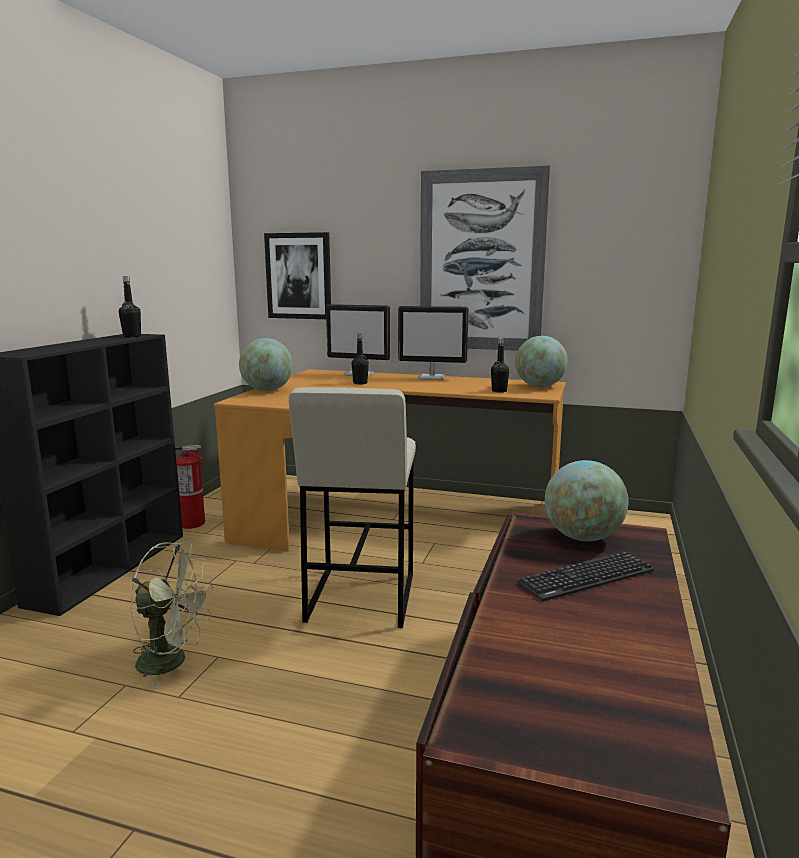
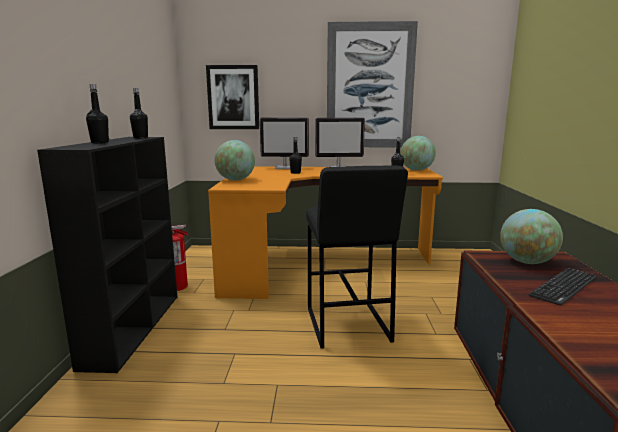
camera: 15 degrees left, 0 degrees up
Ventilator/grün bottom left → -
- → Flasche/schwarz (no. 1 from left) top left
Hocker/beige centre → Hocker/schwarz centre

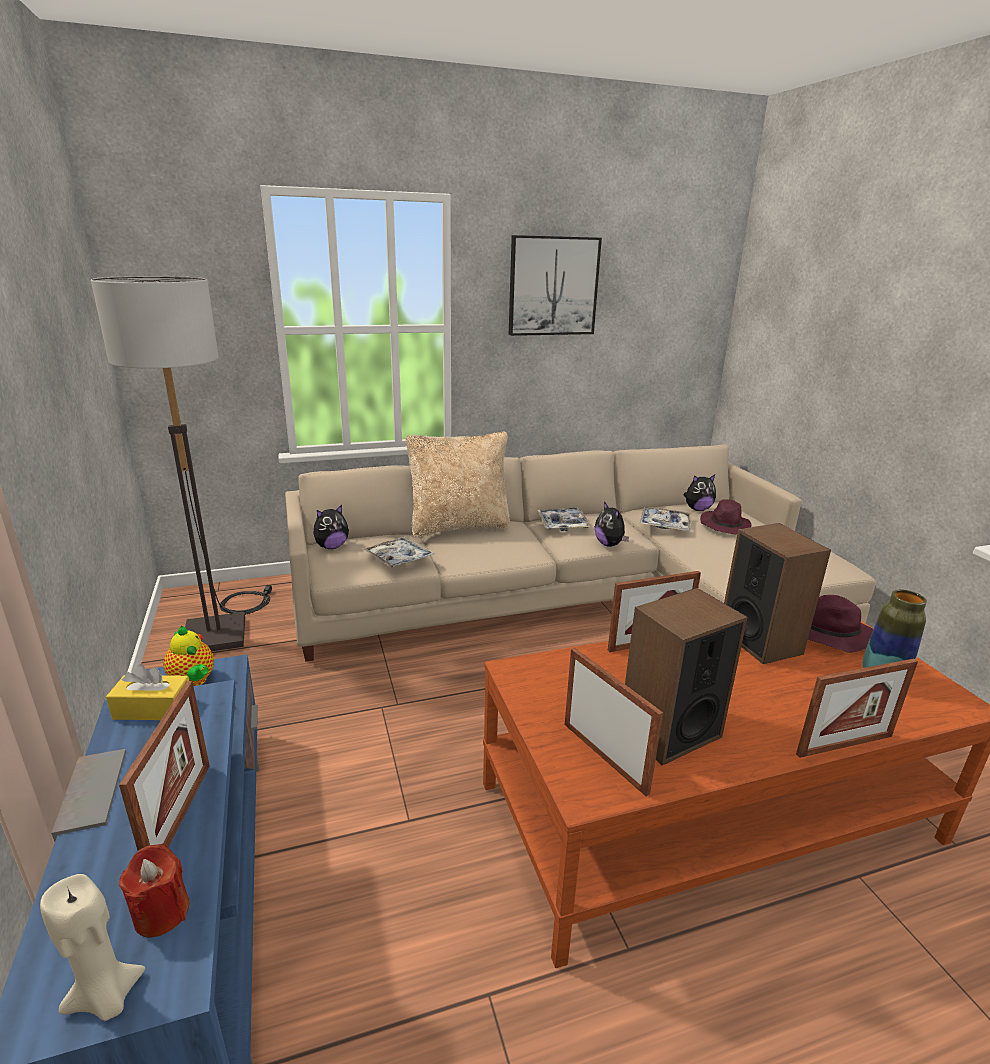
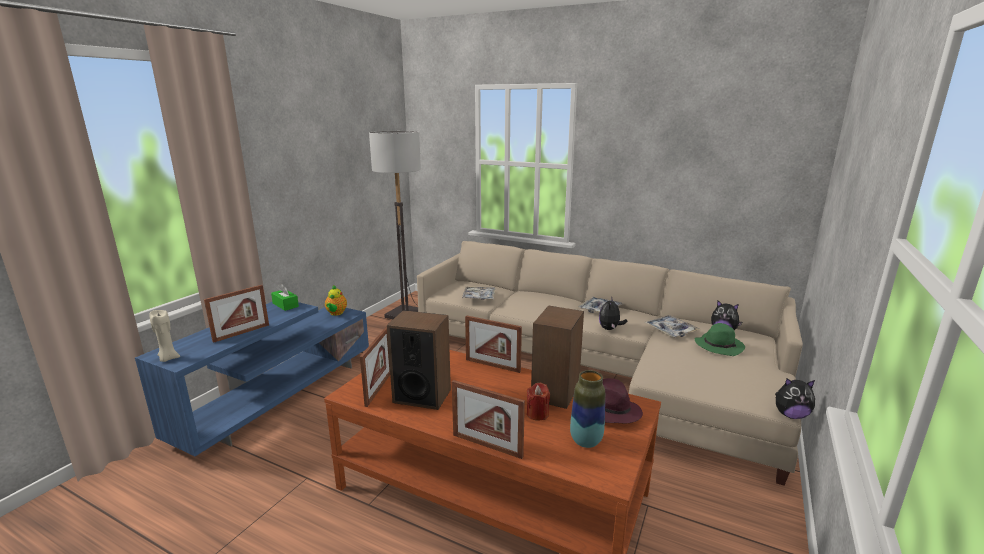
camera: 45 degrees right, 5 degrees down
Kissen/beige centre → -
Bild top centre → -
Kerze/rot bottom left → Kerze/rot bottom centre, shifted
Plüschtier (no. 1 from left in the first image) centre → Plüschtier (no. 3 from left) bottom right, shifted
Taschentuchbox/gelb middle left → Taschentuchbox/grün middle left
Hut/lila (no. 1 from left) middle right → Hut/grün middle right

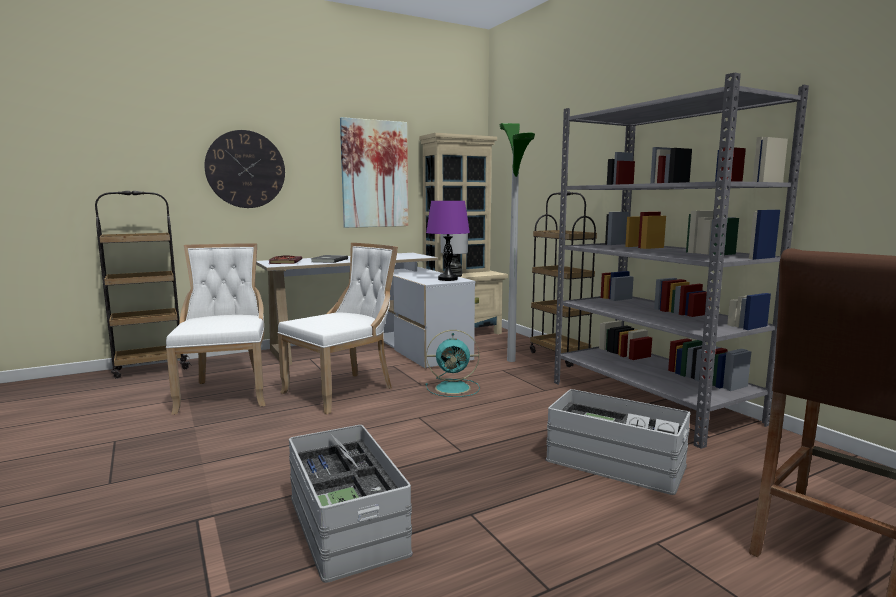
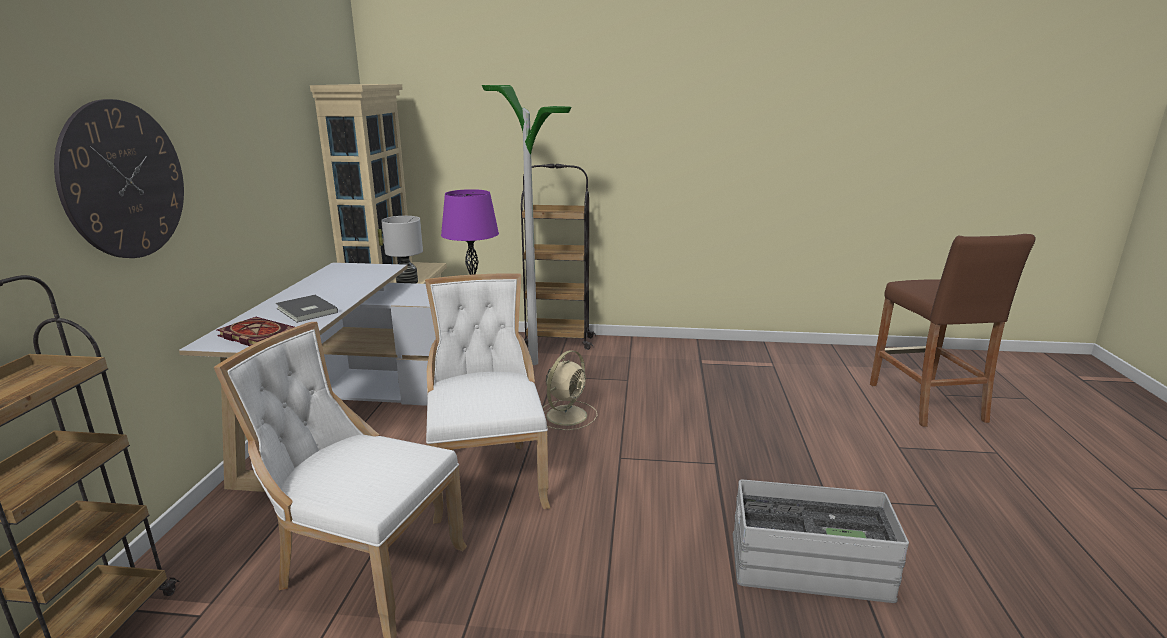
camera: 55 degrees left, 10 degrees up
Bild top centre → -
Aufbewahrungsbox/grau (no. 2 from left) bottom right → -
Bücherregal/grau middle right → -
Ventilator/türkis centre → Ventilator/beige centre

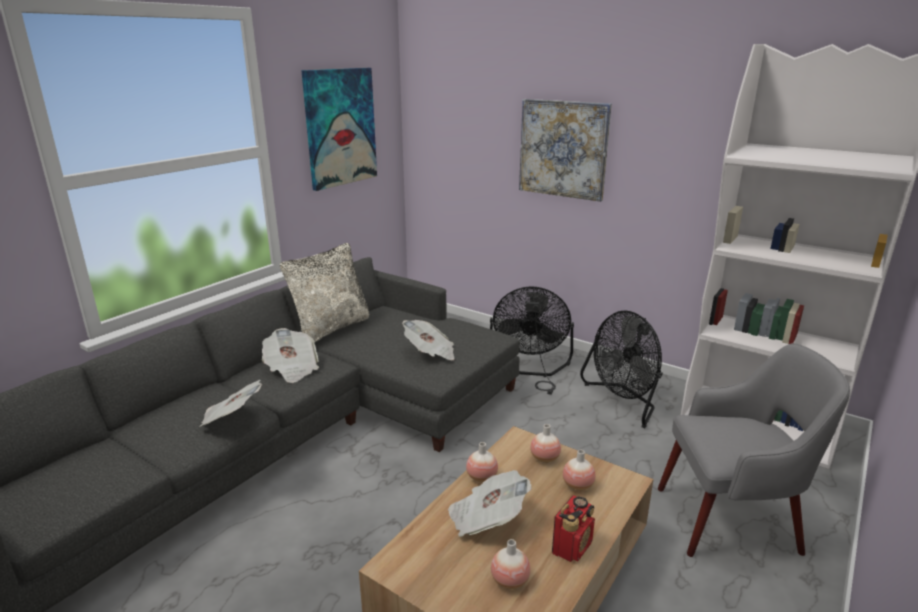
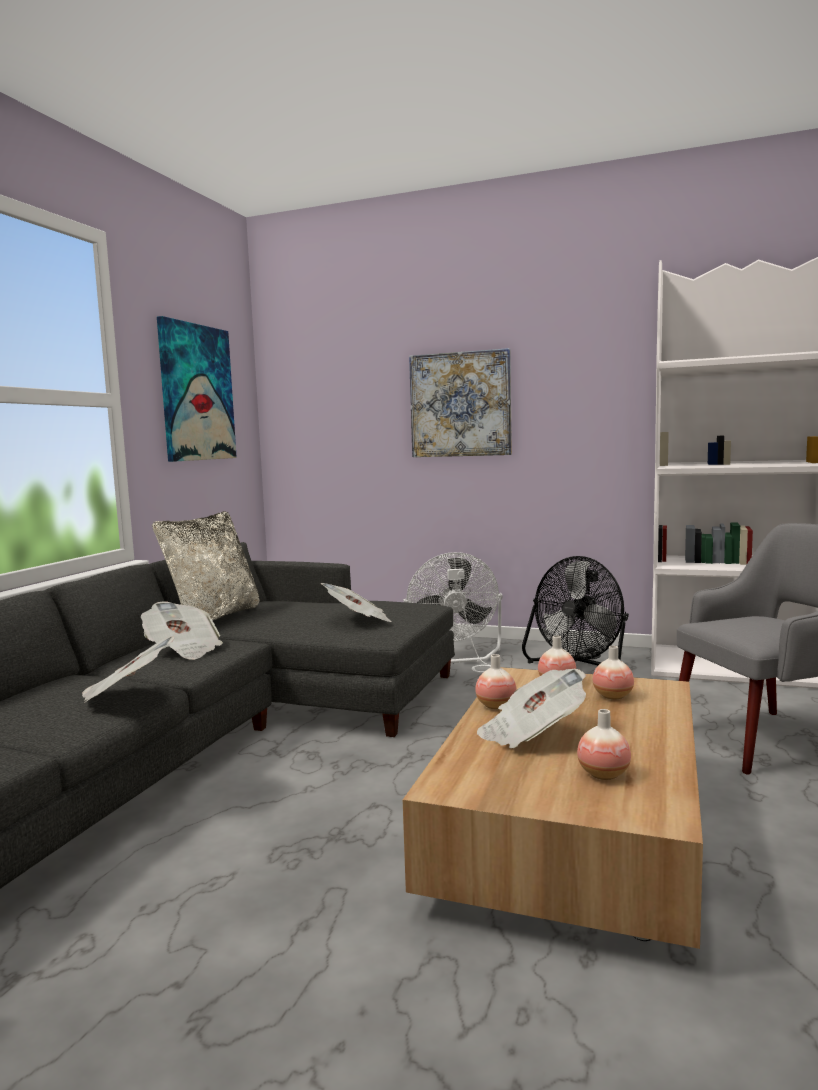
camera: 15 degrees left, 15 degrees down
Radio bottom centre → -
Ventilator/schwarz (no. 1 from left) centre → Ventilator/weiß centre

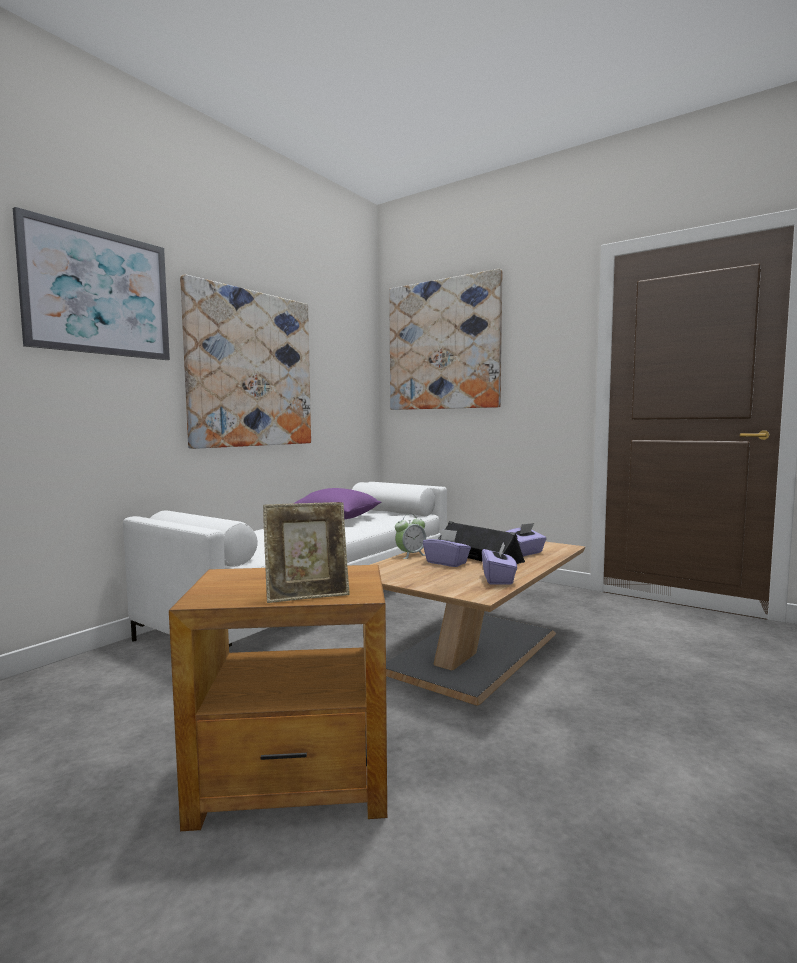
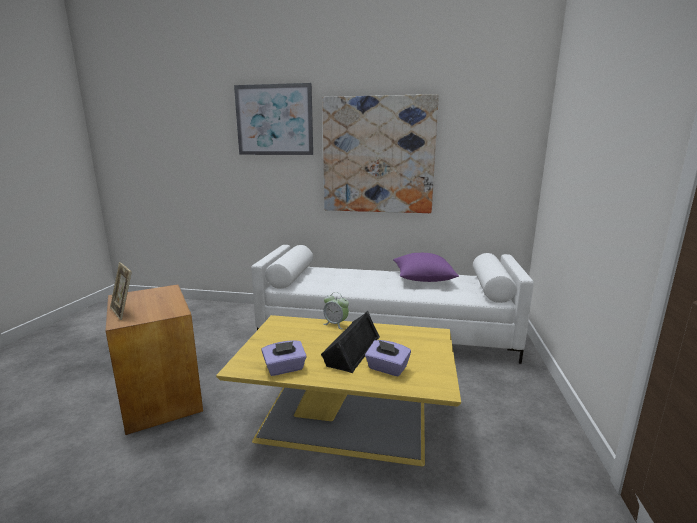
camera: 65 degrees right, 10 degrees up
Bild (no. 3 from left) centre → -
Taschentuchbox/lila (no. 1 from left) centre → -
Couchtisch/braun centre → Couchtisch/gelb bottom centre

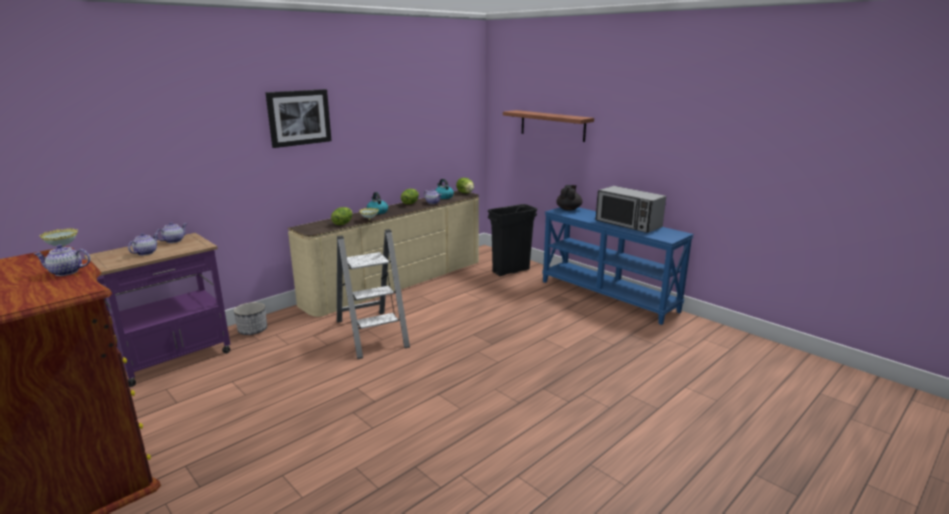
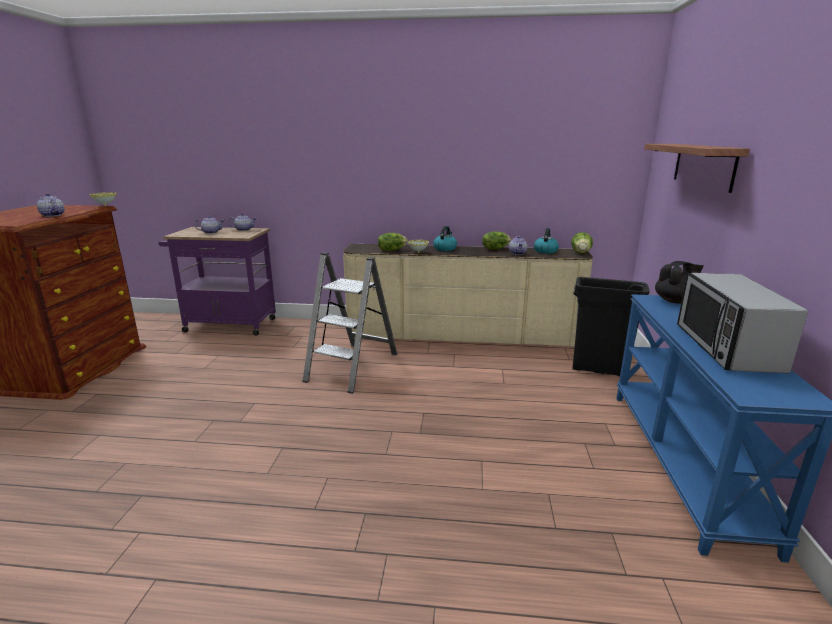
camera: 50 degrees right, 0 degrees up
Pflanzkübel middle left → -
Bild top left → -

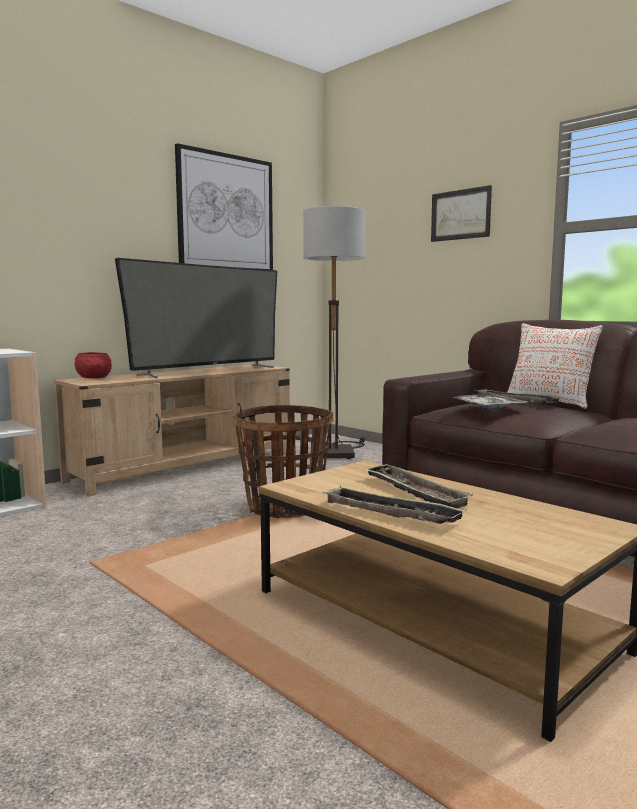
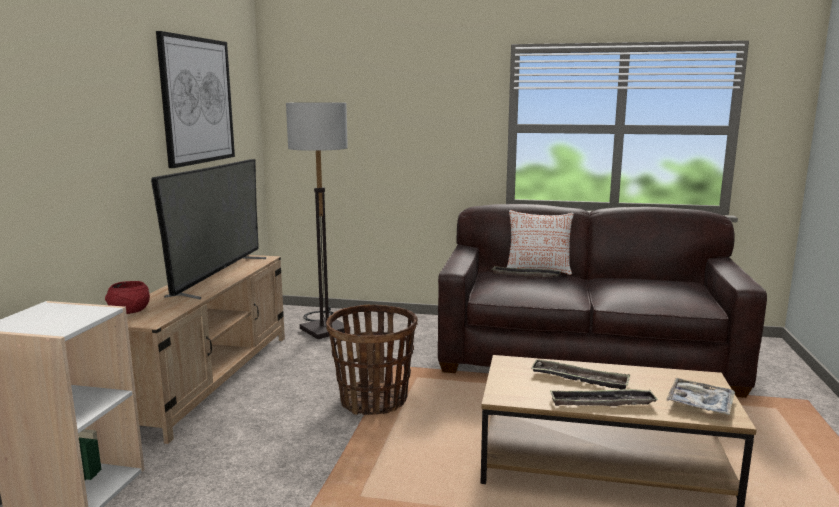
camera: 35 degrees left, 5 degrees up
Bild (no. 2 from left) top right → -
Tablett (no. 3 from left in the first image) middle right → Tablett (no. 4 from left) bottom right, shifted

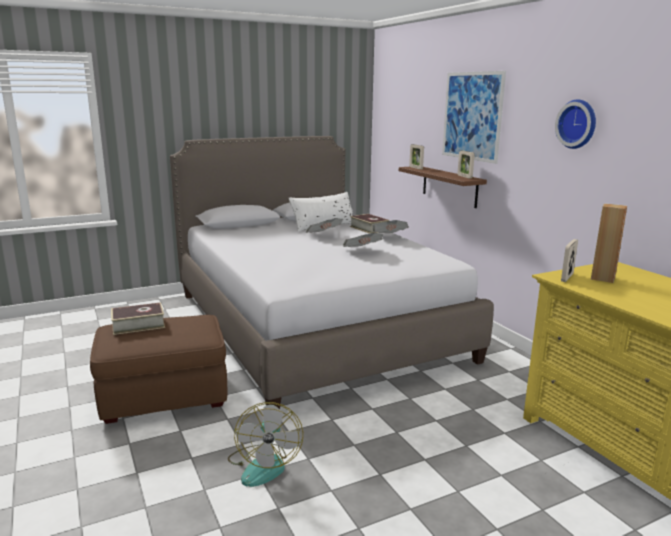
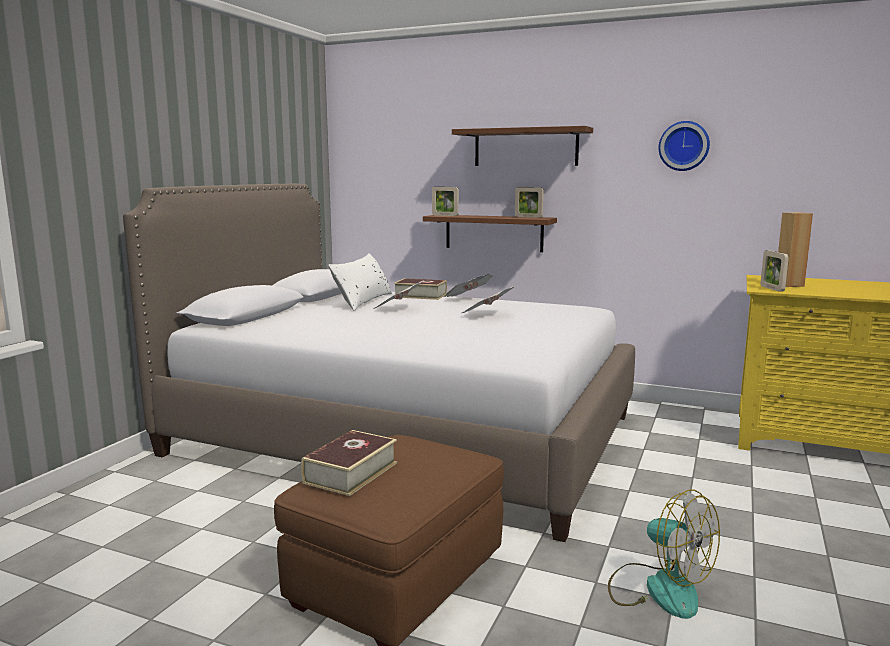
camera: 40 degrees left, 5 degrees down
Bild top right → Wandregal/braun (no. 2 from left) top centre

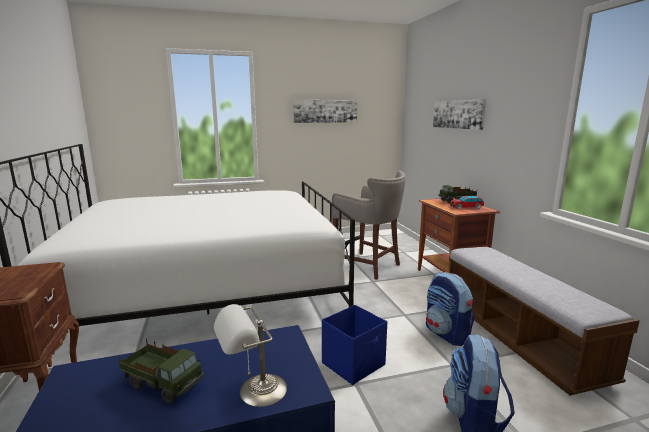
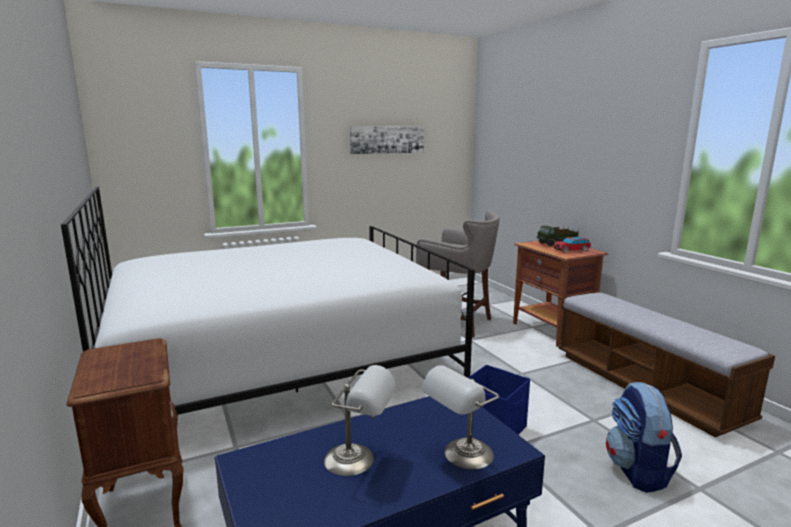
camera: 10 degrees left, 0 degrees up
Rucksack (no. 1 from left) bottom right → -
Bild (no. 2 from left) top right → -
Spielzeuglaster (no. 1 from left) bottom left → Tischlampe/weiß (no. 1 from left) bottom centre

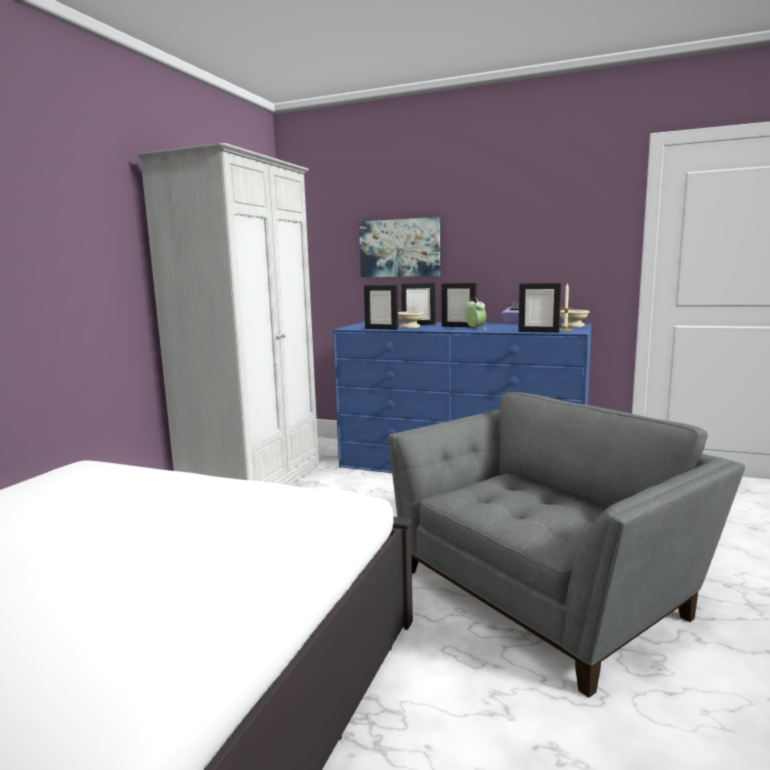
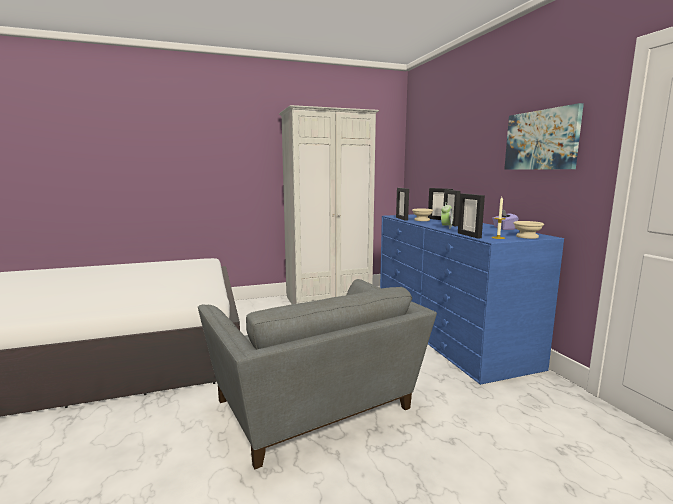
camera: 50 degrees right, 0 degrees up
Bild top centre → Bild top right, shifted
Sessel/grau bottom right → Sessel/grau bottom centre, 45 degrees clockwise

